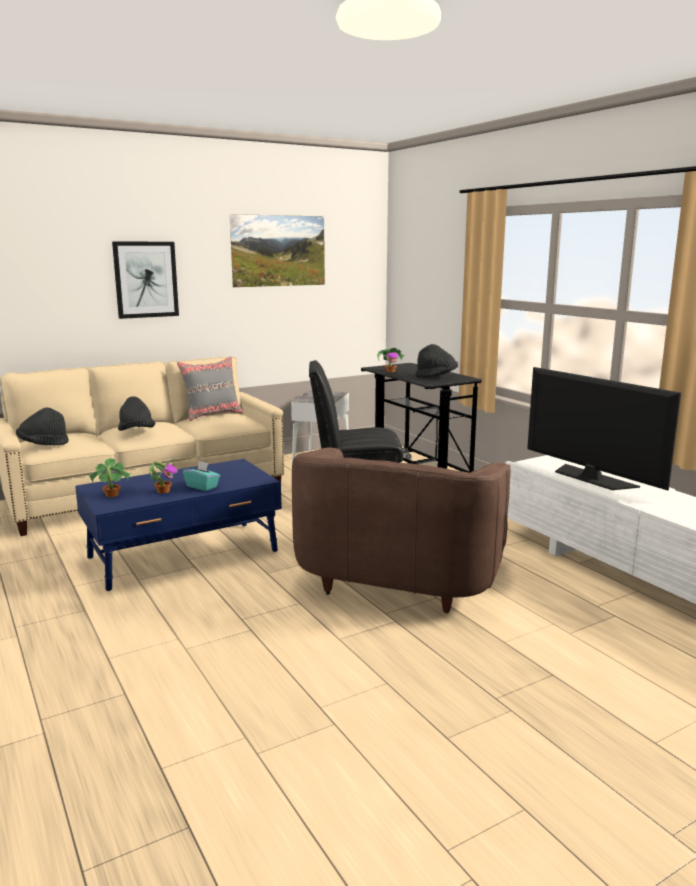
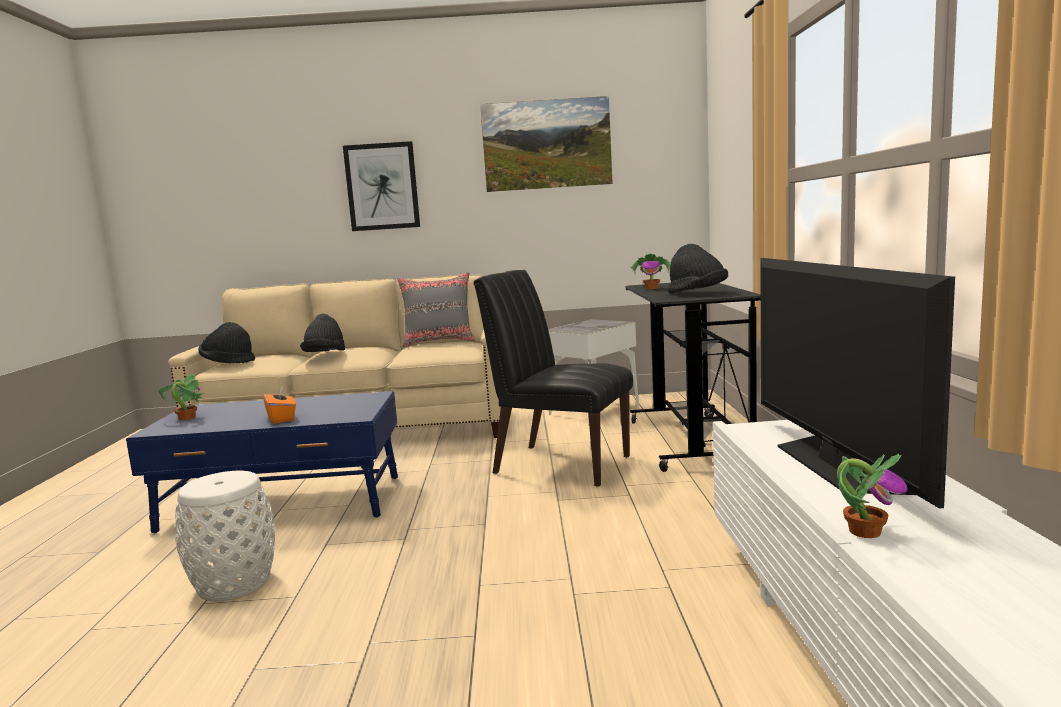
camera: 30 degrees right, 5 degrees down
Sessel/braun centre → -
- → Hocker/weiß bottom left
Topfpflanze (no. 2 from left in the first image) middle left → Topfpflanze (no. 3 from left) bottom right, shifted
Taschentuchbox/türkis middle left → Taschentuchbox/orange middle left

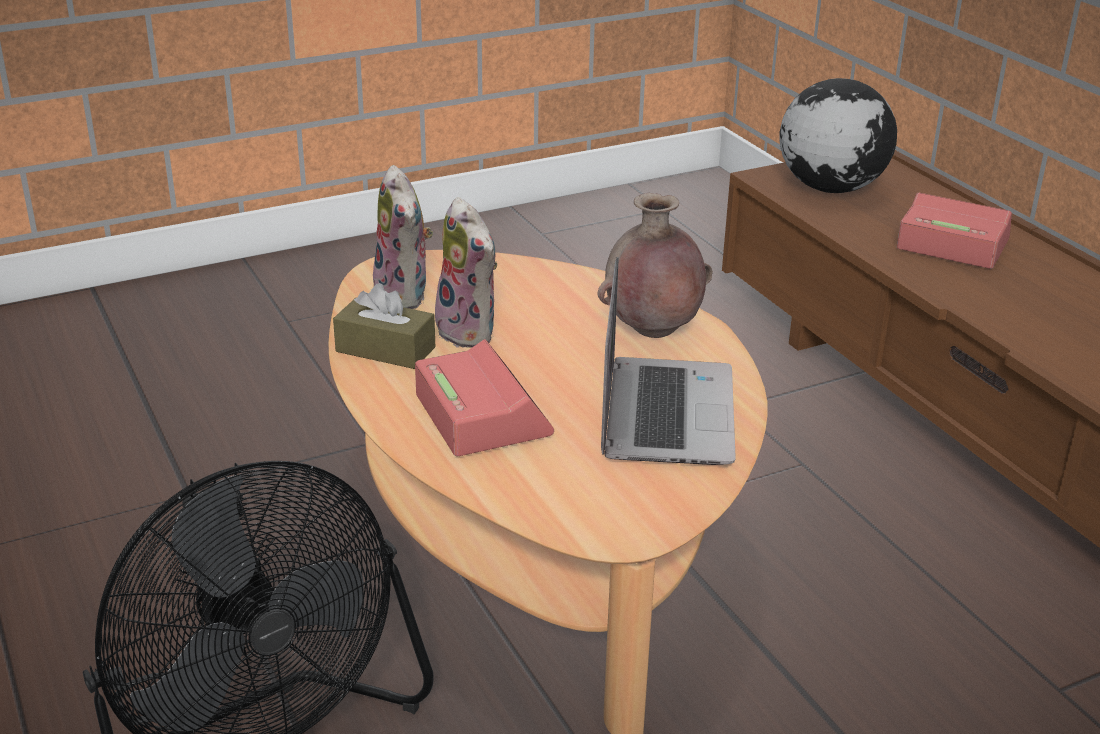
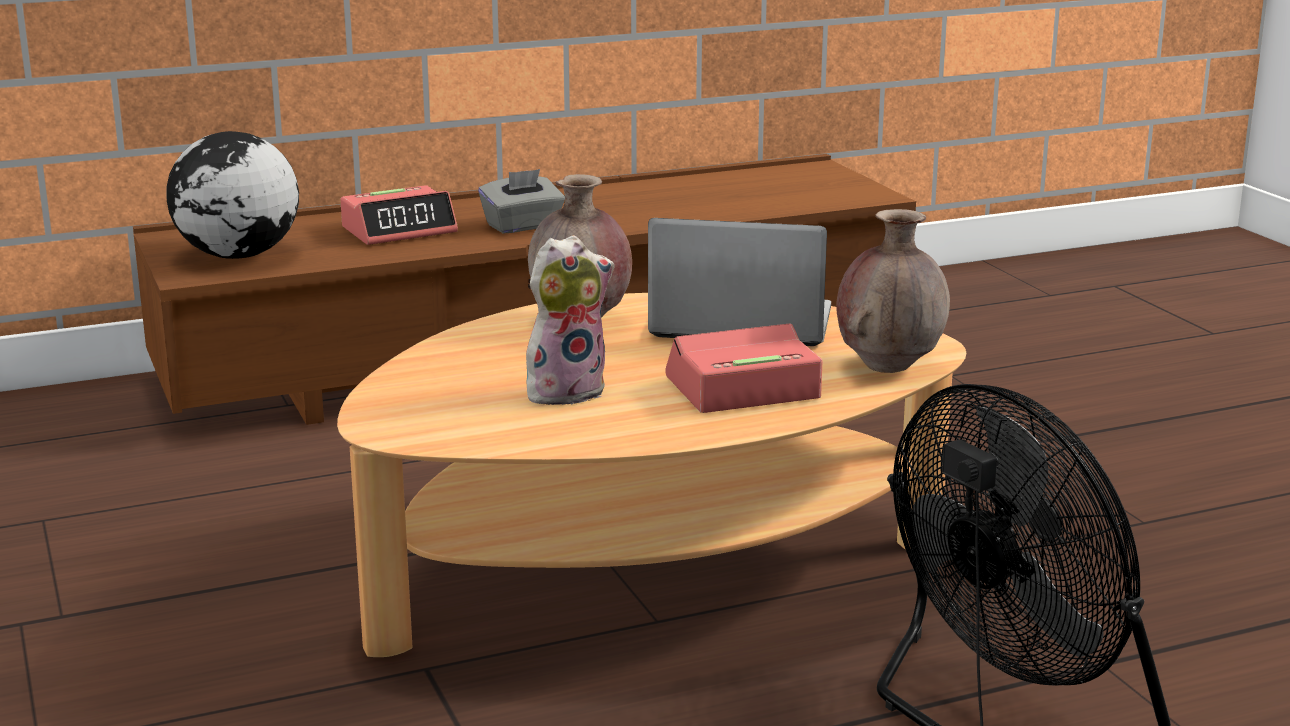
camera: 85 degrees left, 10 degrees down
Taschentuchbox/braun centre → -
Plüschtier (no. 1 from left) top centre → -
- → Taschentuchbox/grau top centre
- → Vase/braun (no. 2 from left) middle right
Wecker (no. 2 from left in the first image) top right → Wecker (no. 1 from left) top left, 150 degrees counterclockwise

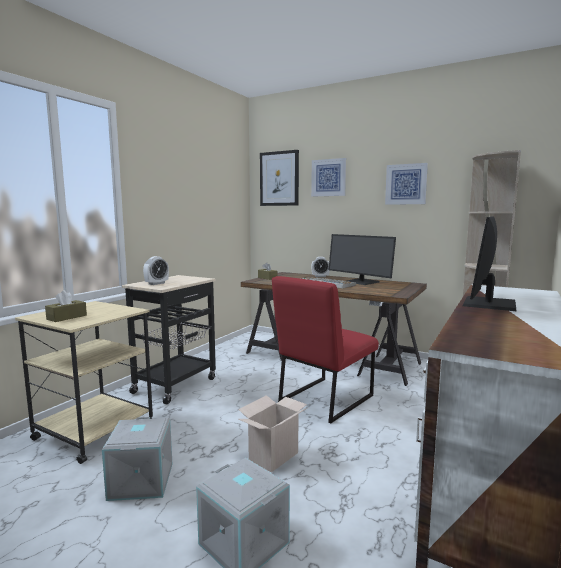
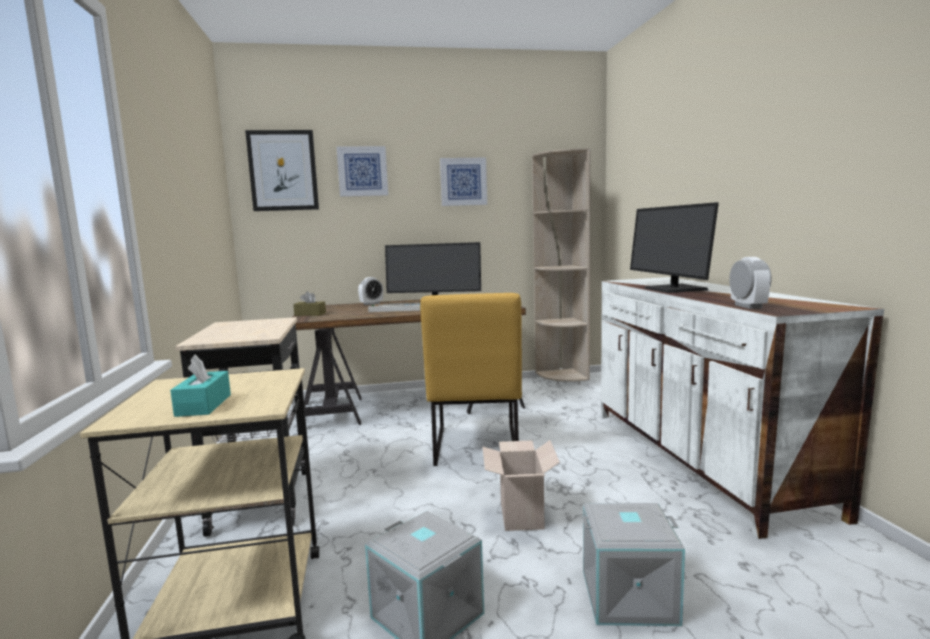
camera: 40 degrees left, 0 degrees up
Wecker (no. 1 from left in the first image) middle left → Wecker (no. 2 from left) middle right, shifted
Taschentuchbox/braun (no. 1 from left) middle left → Taschentuchbox/türkis middle left
Stuhl/rot centre → Stuhl/gelb centre

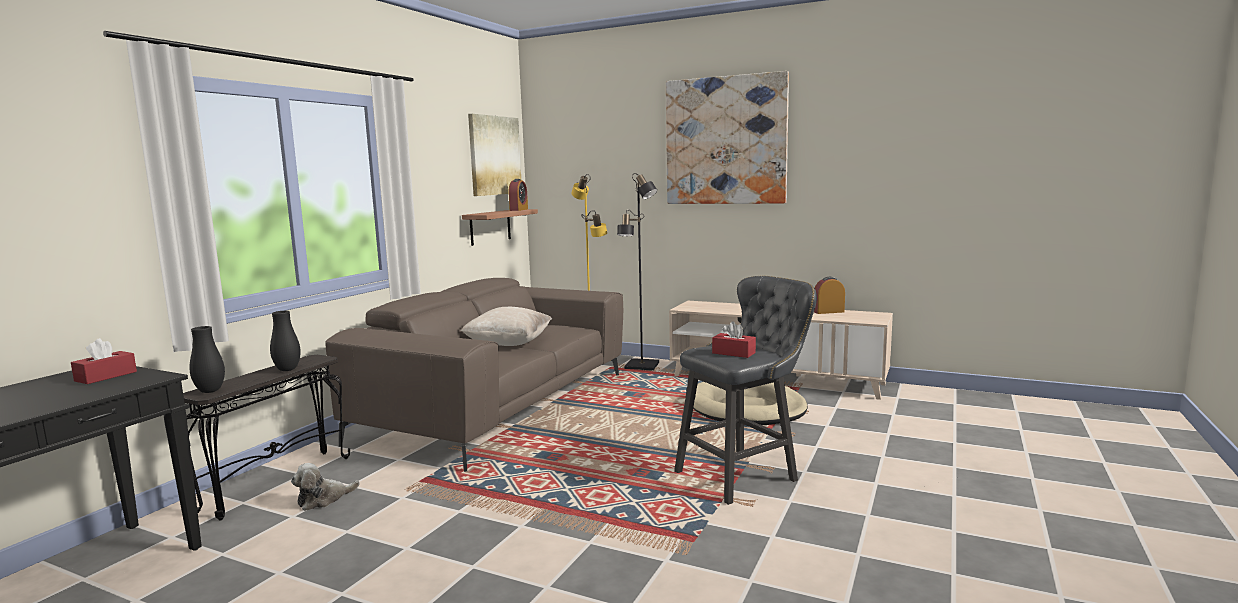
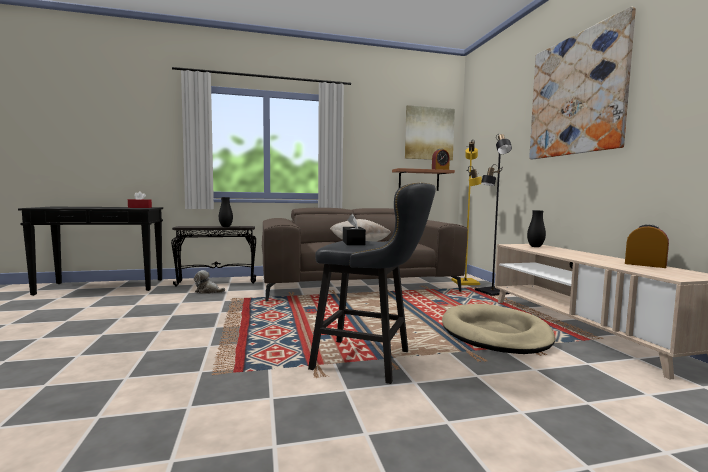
camera: 50 degrees right, 5 degrees down
Vase/schwarz (no. 1 from left in the first image) middle left → Vase/schwarz (no. 2 from left) middle right, shifted
Taschentuchbox/rot (no. 2 from left) centre → Taschentuchbox/schwarz centre

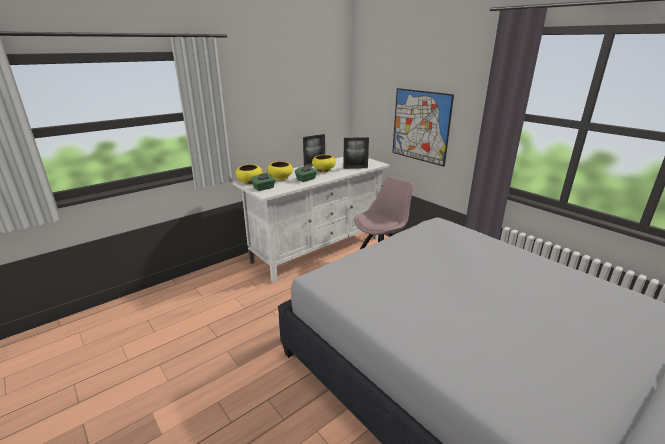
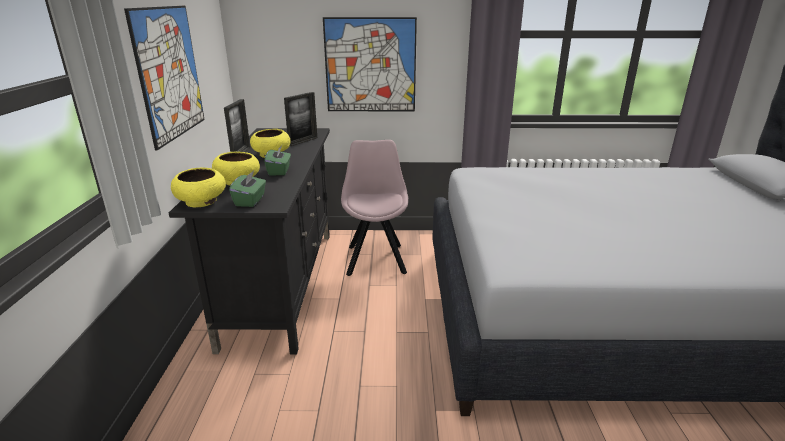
camera: 50 degrees left, 0 degrees up
- → Bild (no. 1 from left) top left
Kommode/weiß centre → Kommode/schwarz middle left

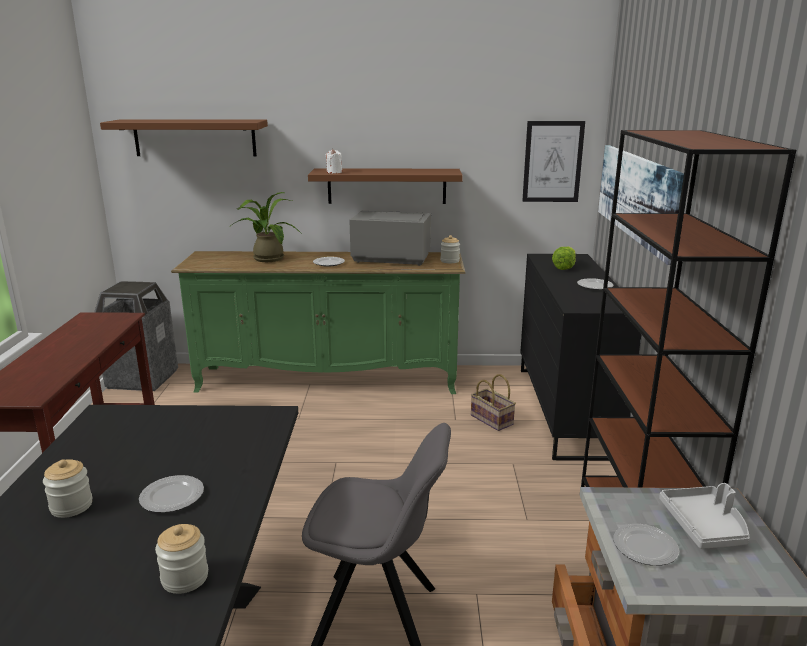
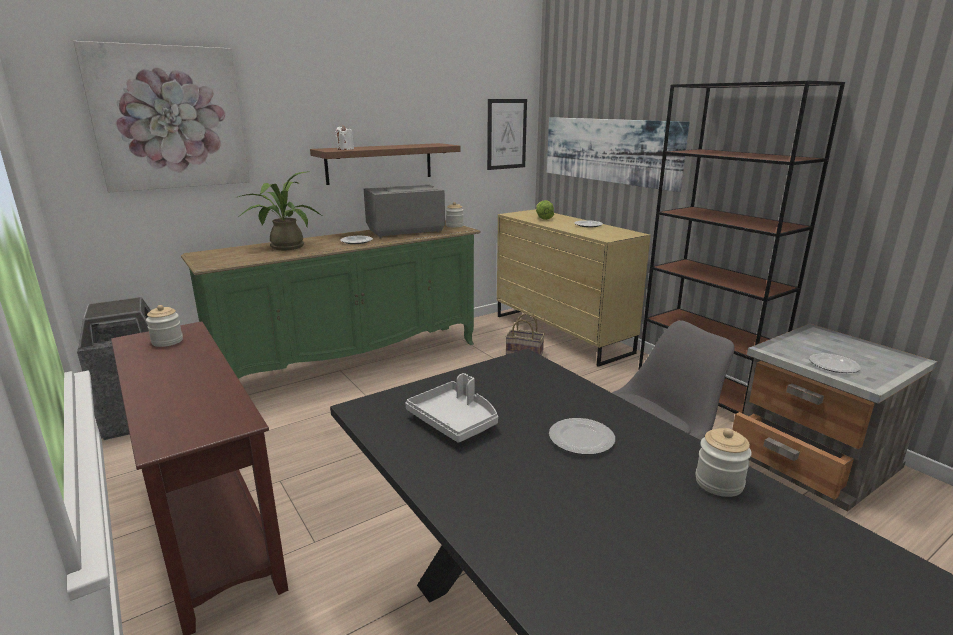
camera: 35 degrees left, 0 degrees up
Vorratsglas (no. 1 from left) bottom left → Vorratsglas (no. 1 from left) middle left, shifted
Tablett/grau bottom right → Tablett/grau centre, shifted
Wandregal/braun (no. 1 from left) top left → Bild (no. 1 from left) top left
Kommode/schwarz middle right → Kommode/beige centre

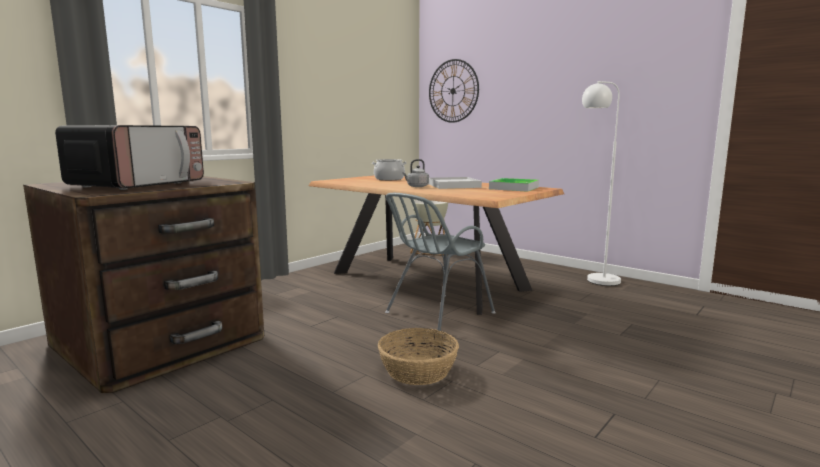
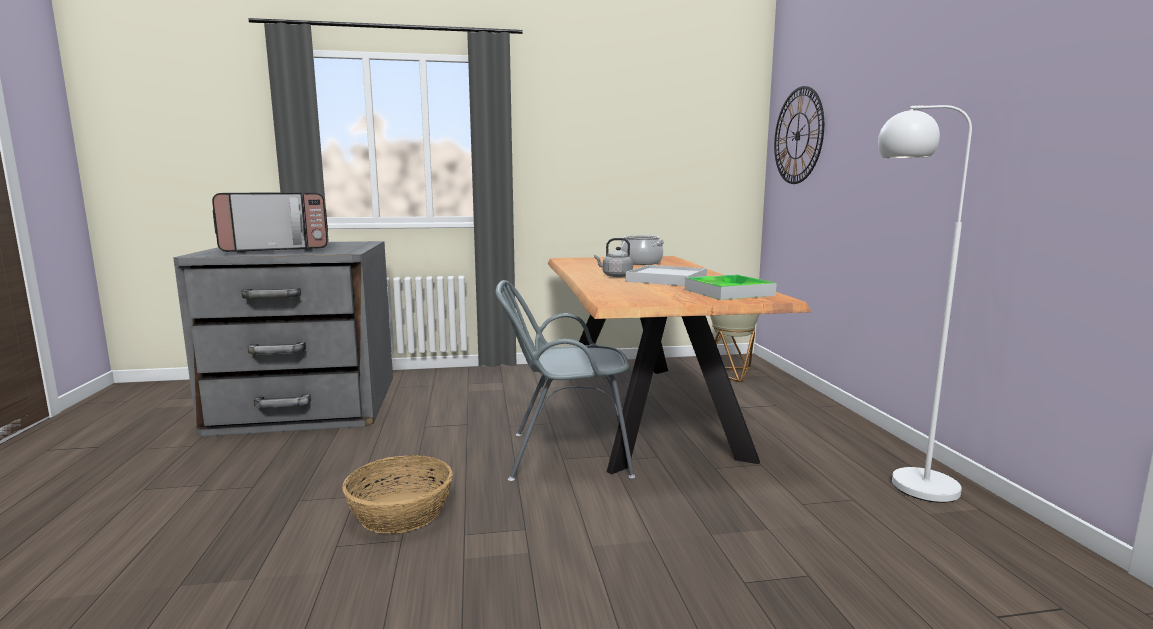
camera: 40 degrees right, 0 degrees up
Kommode/braun middle left → Kommode/grau middle left

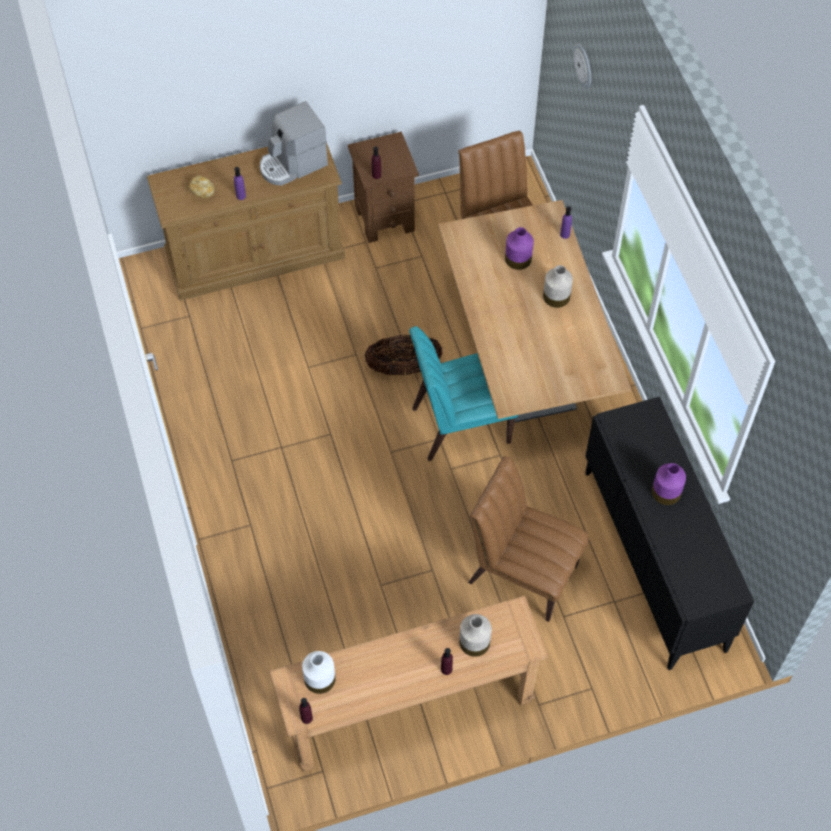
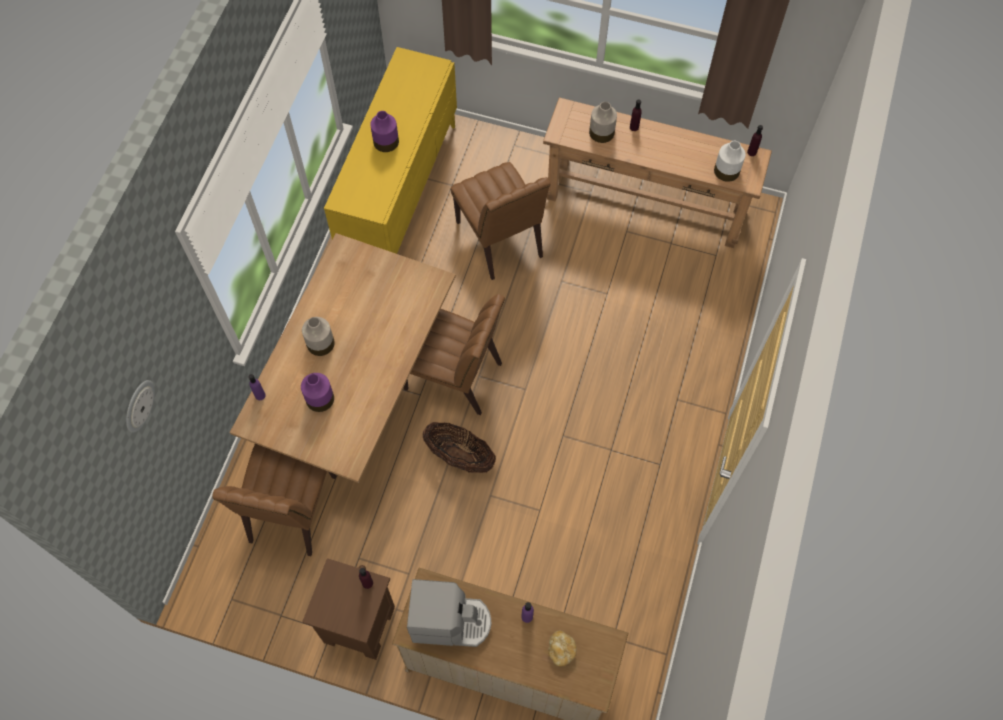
camera: 145 degrees left, 5 degrees up
Stuhl/türkis centre → Stuhl/braun (no. 2 from left) centre
Kommode/schwarz middle right → Kommode/gelb top centre

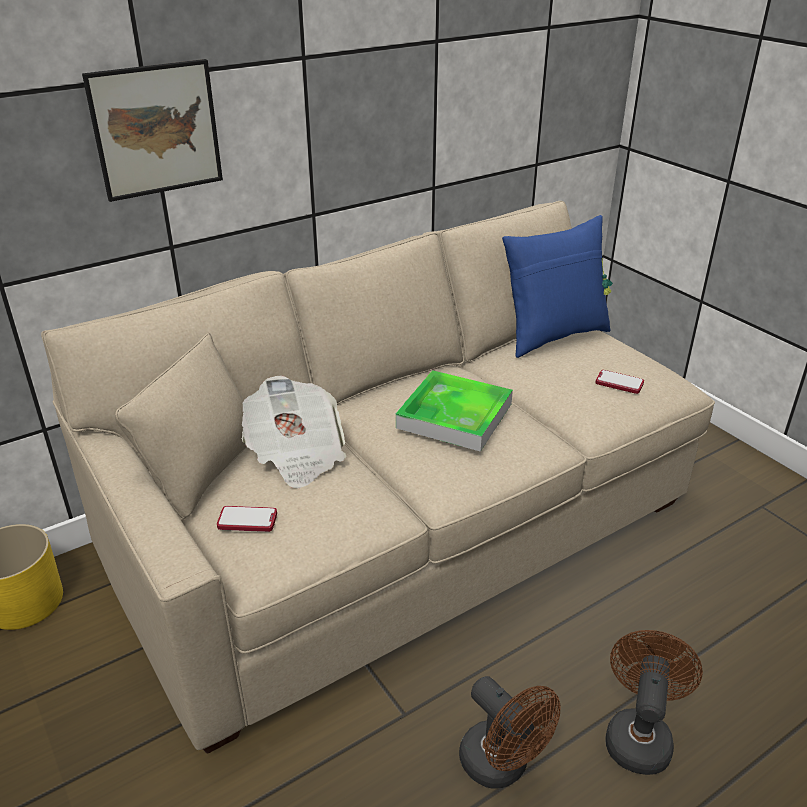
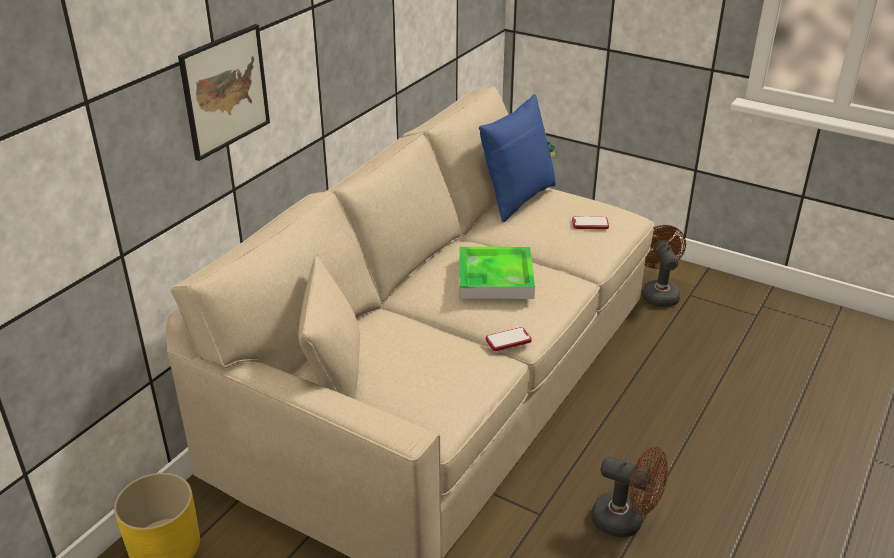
camera: 25 degrees left, 0 degrees up
Zeitung centre → -
Handy (no. 1 from left) middle left → Handy (no. 1 from left) centre, shifted
Ventilator/braun (no. 2 from left) bottom right → Ventilator/braun (no. 2 from left) middle right, shifted

